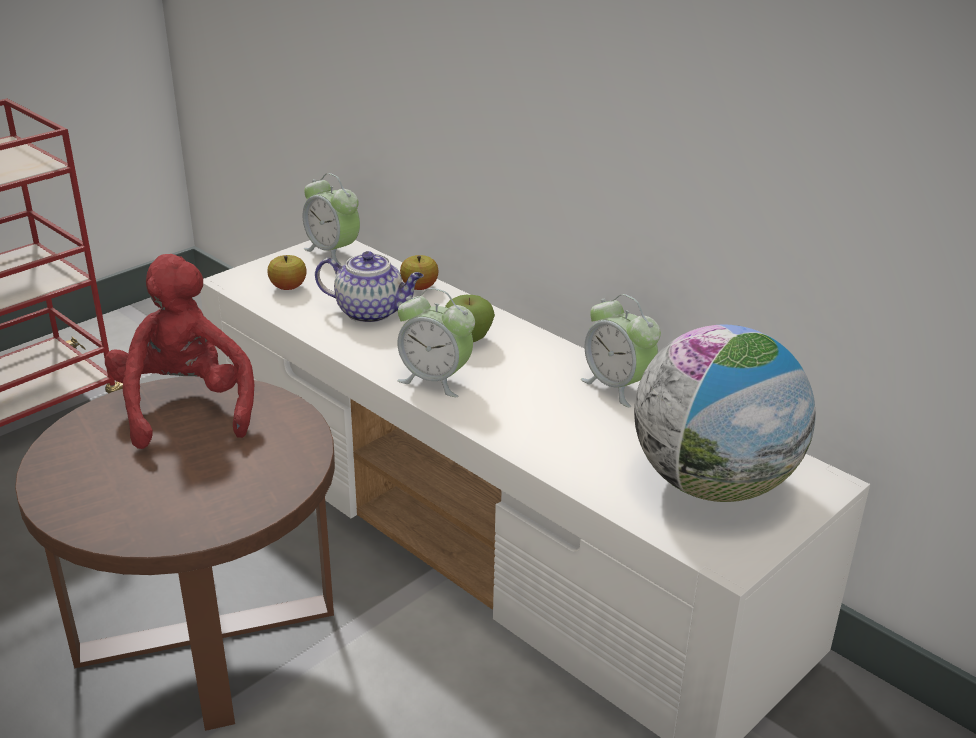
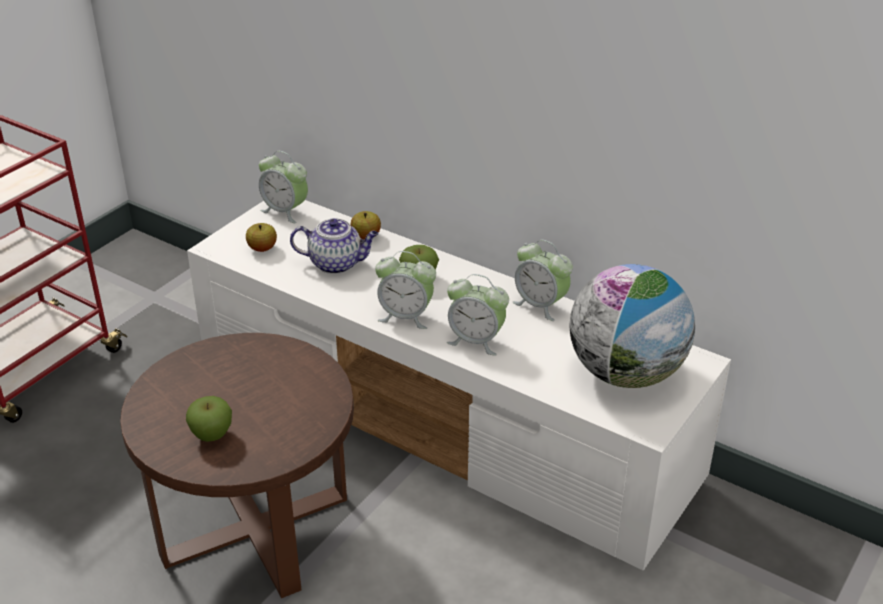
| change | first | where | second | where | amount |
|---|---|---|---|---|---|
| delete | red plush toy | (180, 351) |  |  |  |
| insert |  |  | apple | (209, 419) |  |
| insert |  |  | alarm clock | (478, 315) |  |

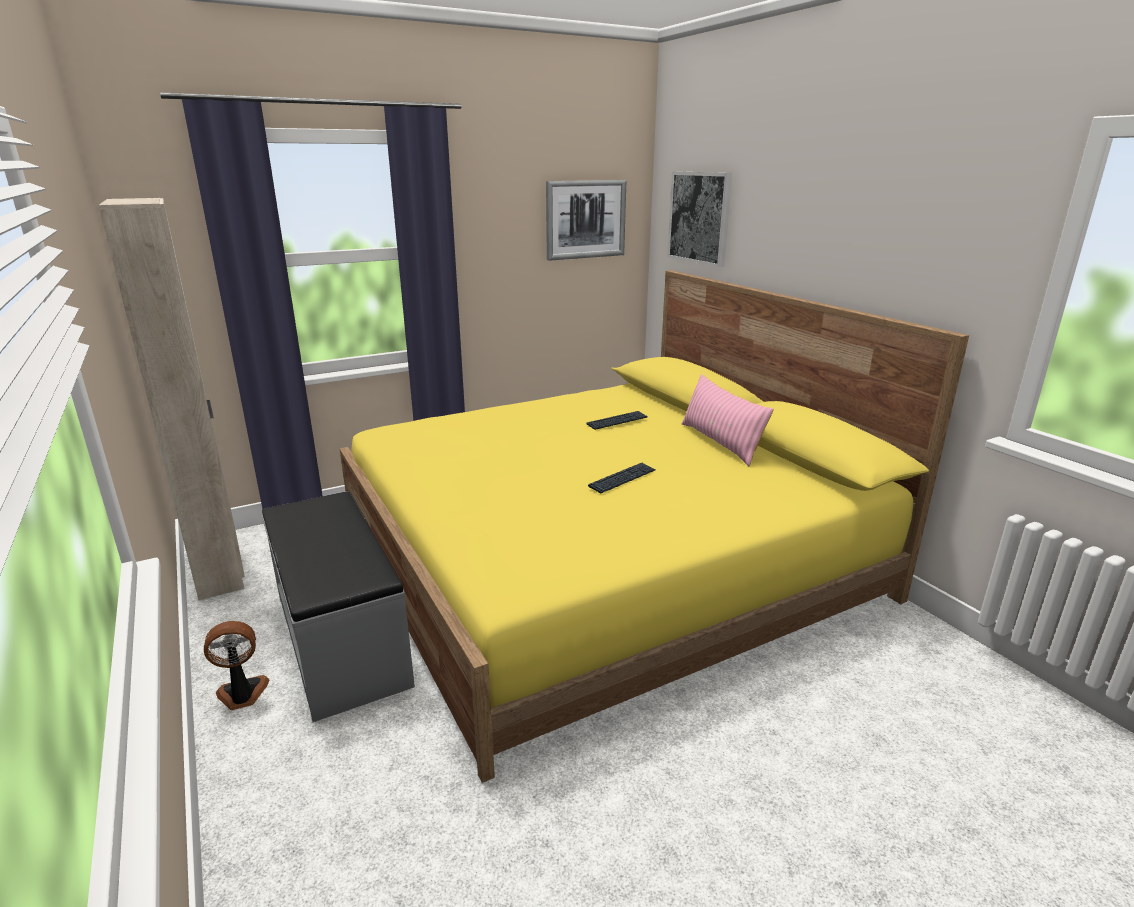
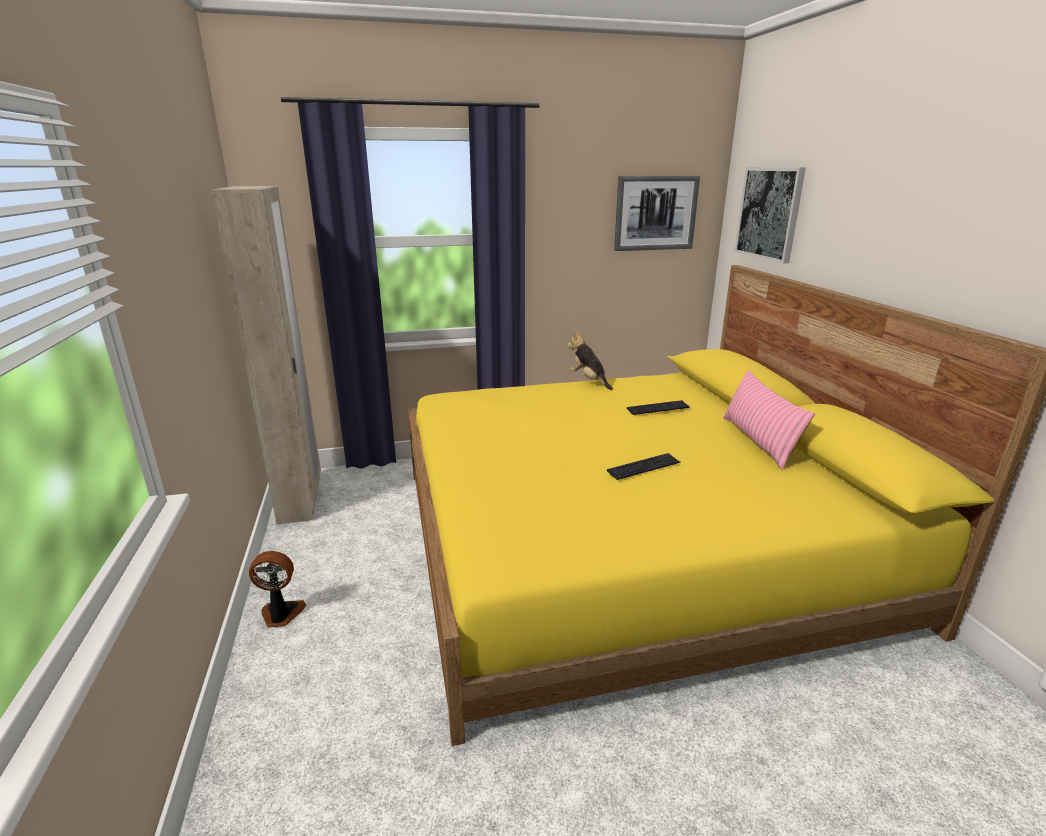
| change | first | where | second | where | amount |
|---|---|---|---|---|---|
| delete | grey bench | (338, 606) |  |  |  |
| insert |  |  | plush toy | (590, 360) |  |

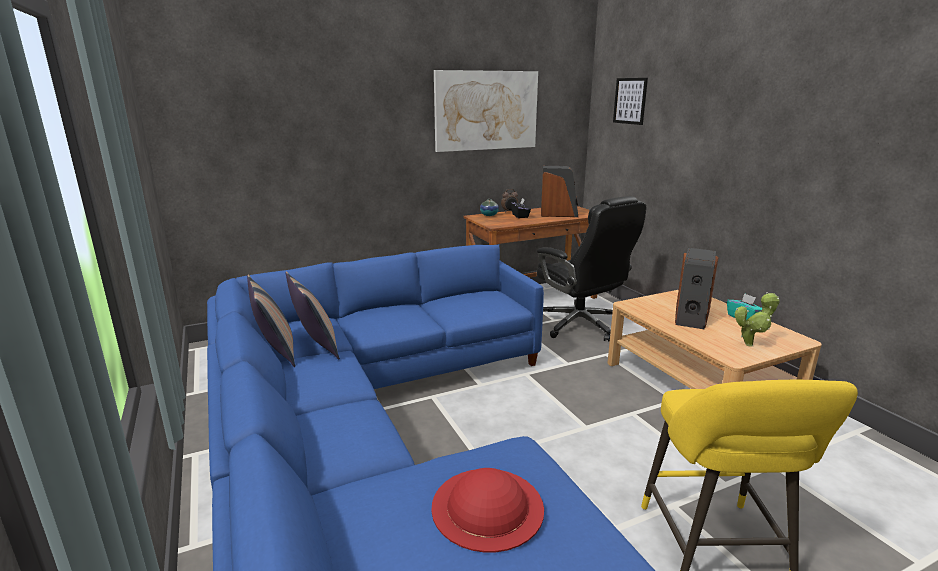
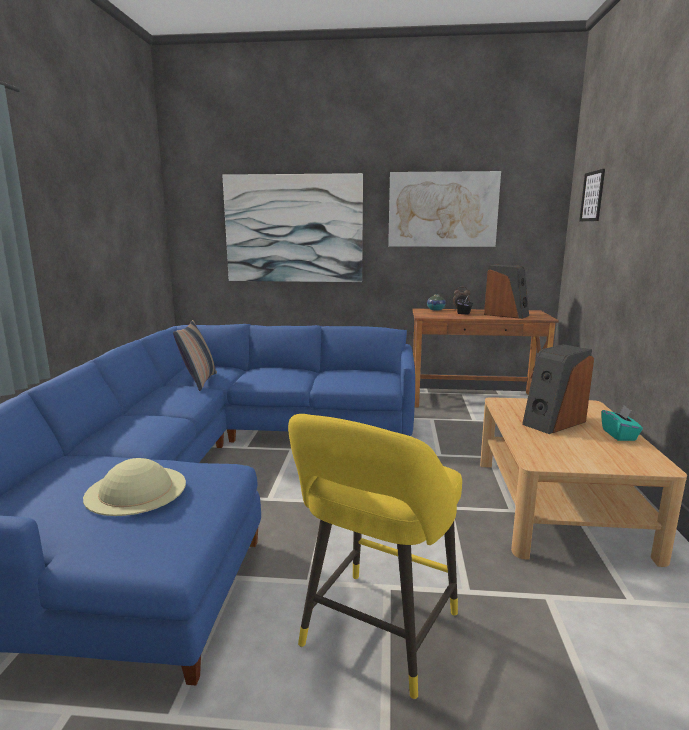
| change | first | where | second | where | amount |
|---|---|---|---|---|---|
| delete | pillow | (271, 321) |  |  |  |
| recolor | red hat | (487, 510) | beige hat | (134, 487) |  |
| delete | black office chair | (591, 269) |  |  |  |
| delete | potted plant | (757, 319) |  |  |  |
| insert |  |  | picture | (293, 227) |  |

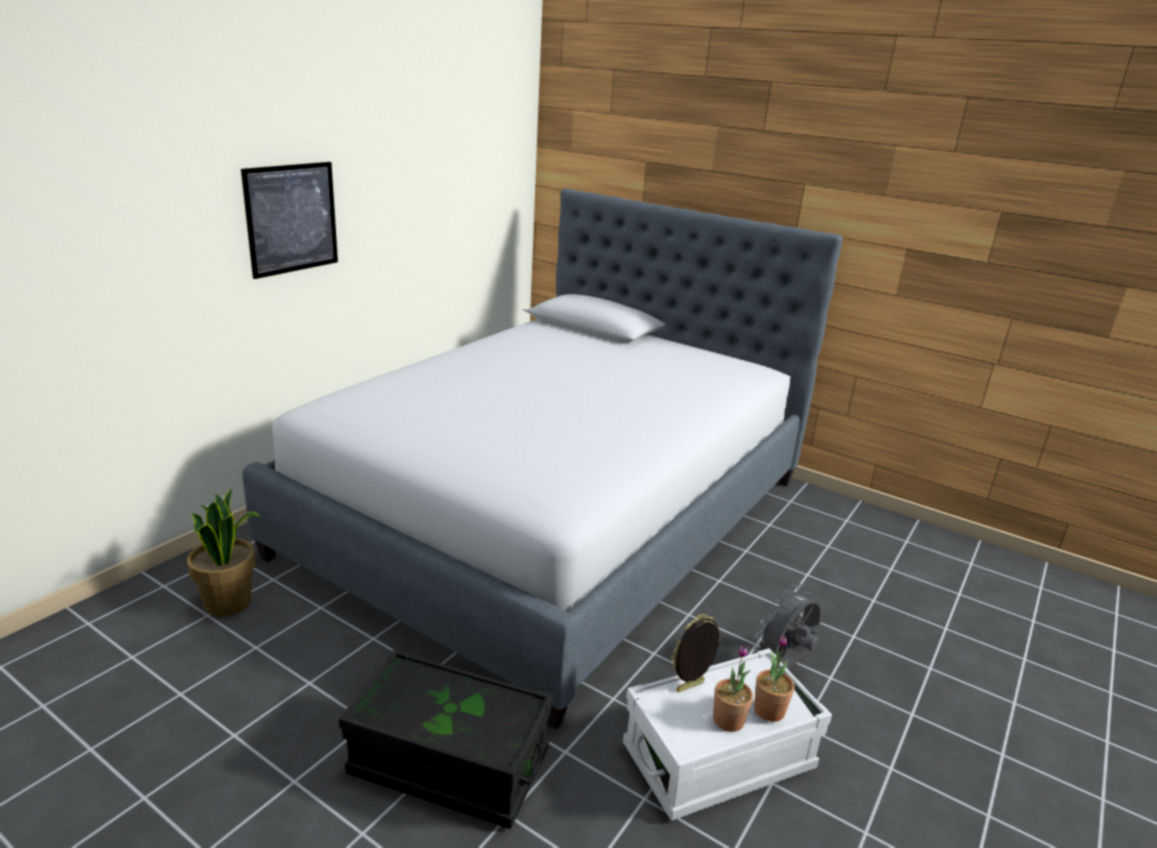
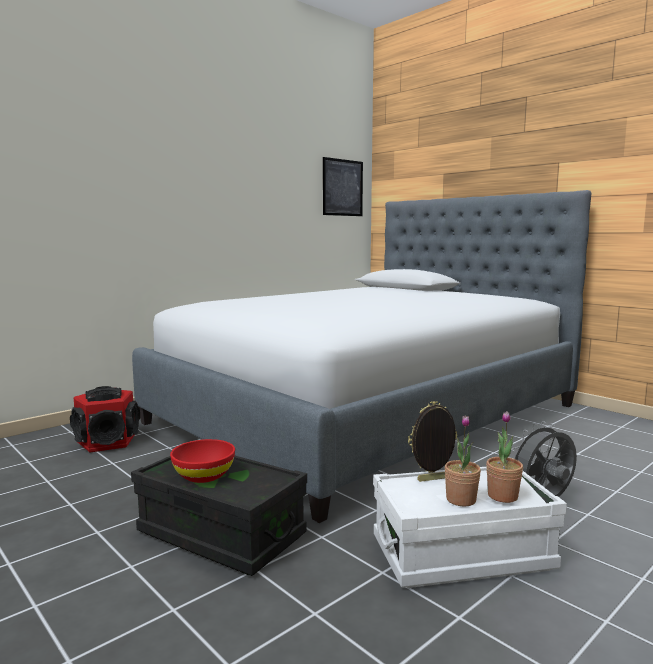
| change | first | where | second | where | amount |
|---|---|---|---|---|---|
| replace | potted plant | (224, 553) | speaker | (105, 419) |  |
| move | picture | (289, 220) |  | (343, 186) |  |
| insert |  |  | red bowl | (202, 461) |  |

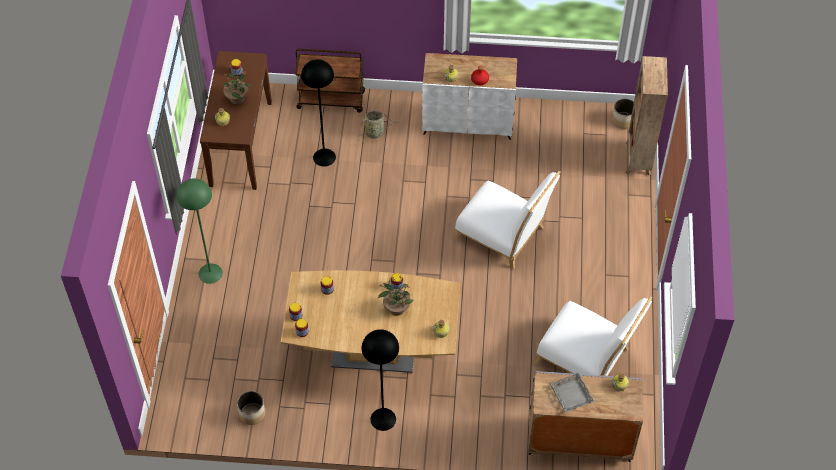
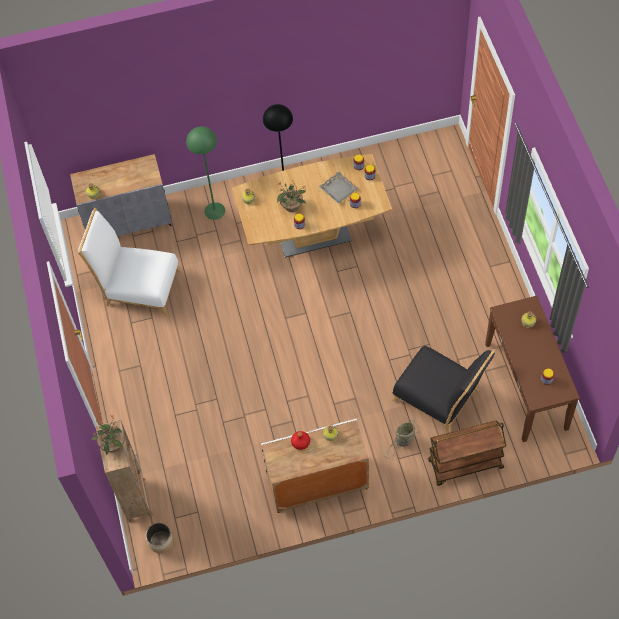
| change | first | where | second | where | amount |
|---|---|---|---|---|---|
| move | green floor lamp | (200, 231) |  | (205, 173) |  |
| move | potted plant | (237, 84) |  | (108, 435) |  |
| delete | planter | (251, 408) |  |  |  |
| replace | black floor lamp | (318, 113) | black chair | (443, 389) |  |
| delete | white chair | (507, 220) |  |  |  |
| move | grey tray | (572, 392) |  | (338, 187) |  |

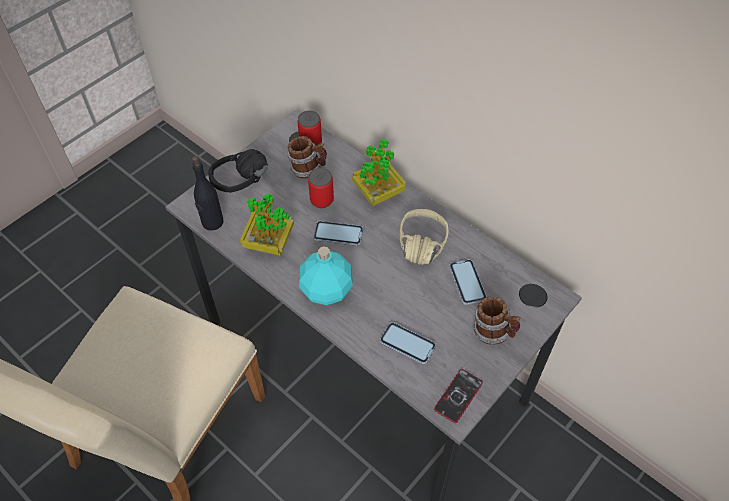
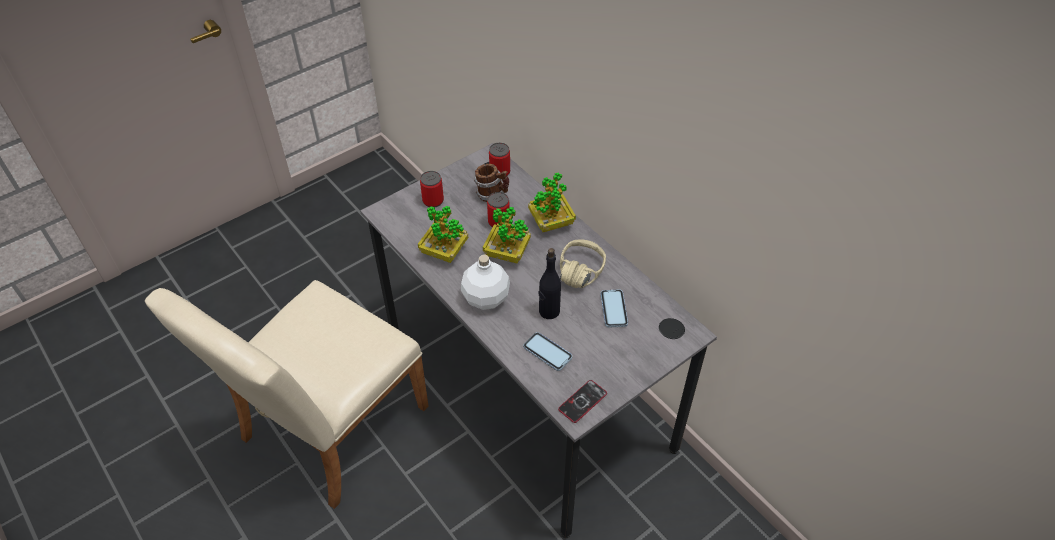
| change | first | where | second | where | amount |
|---|---|---|---|---|---|
| move | black bottle | (207, 193) |  | (549, 283) |  |
| replace | black headphones | (238, 171) | can | (432, 189) |  |
| recolor | turquoise bottle | (326, 275) | white bottle | (485, 282) |  |
| replace | phone | (338, 233) | potted plant | (507, 235) |  |
| delete | mug | (497, 320) |  |  |  |

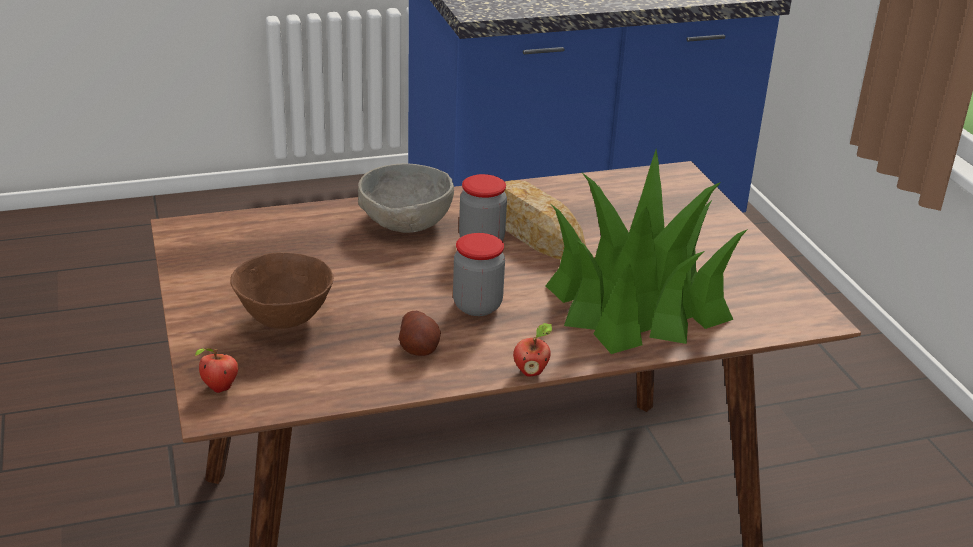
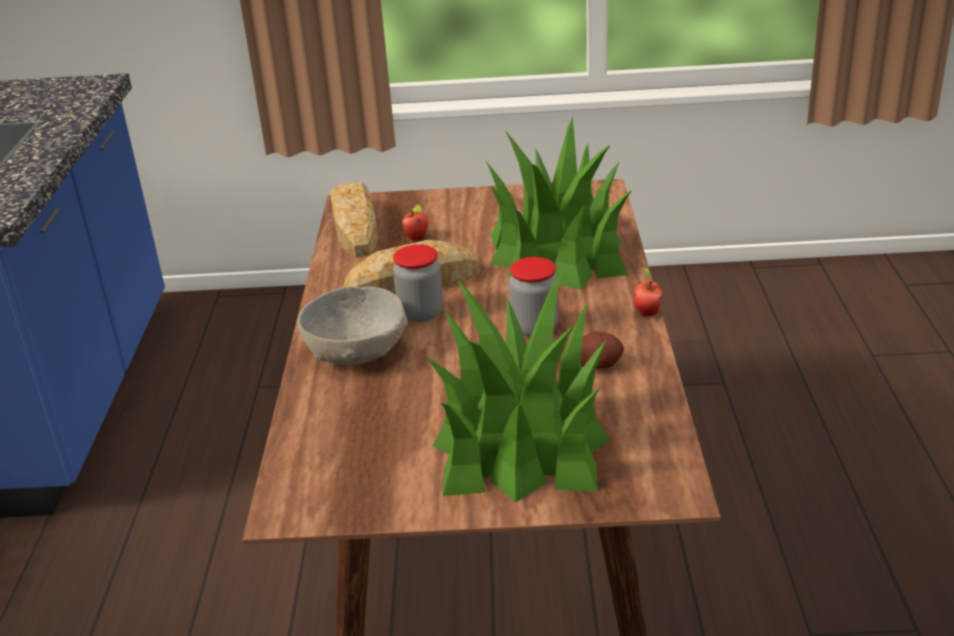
| change | first | where | second | where | amount |
|---|---|---|---|---|---|
| move | apple | (216, 370) |  | (415, 222) |  |
| replace | brown bowl | (282, 290) | potted plant | (518, 388) |  |
| insert |  |  | bread | (354, 219) |  |

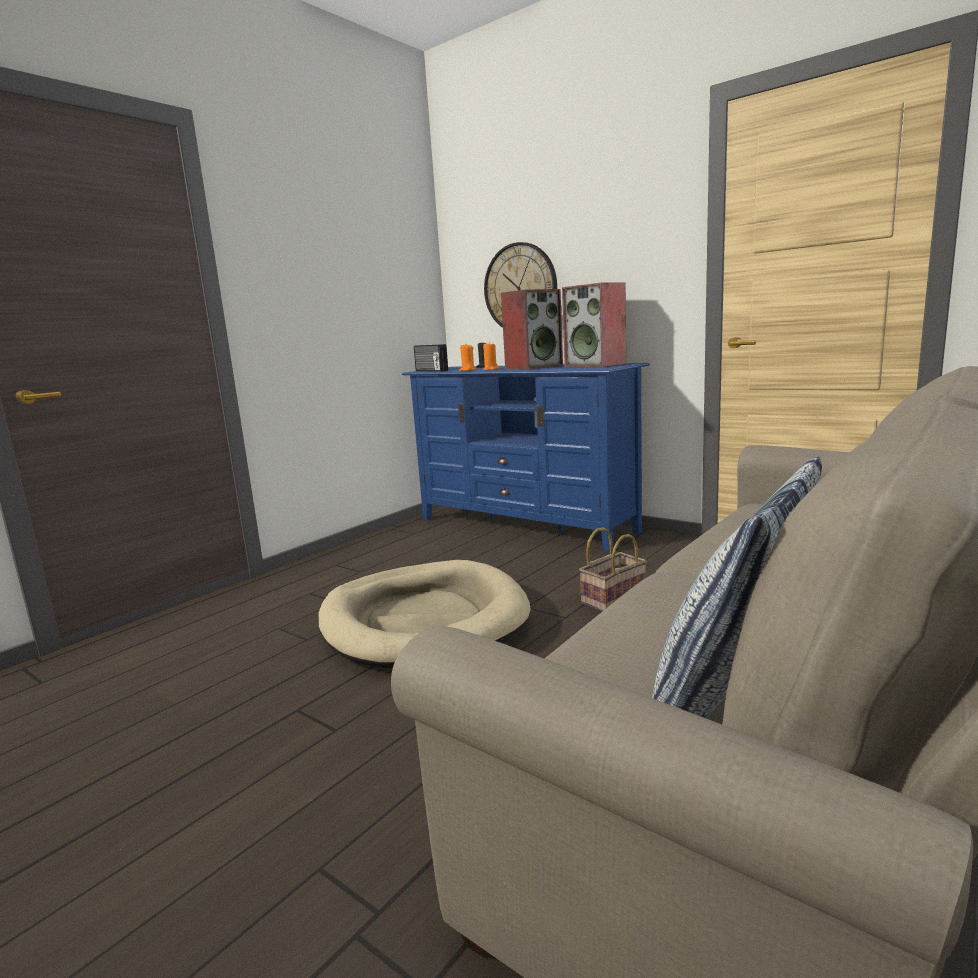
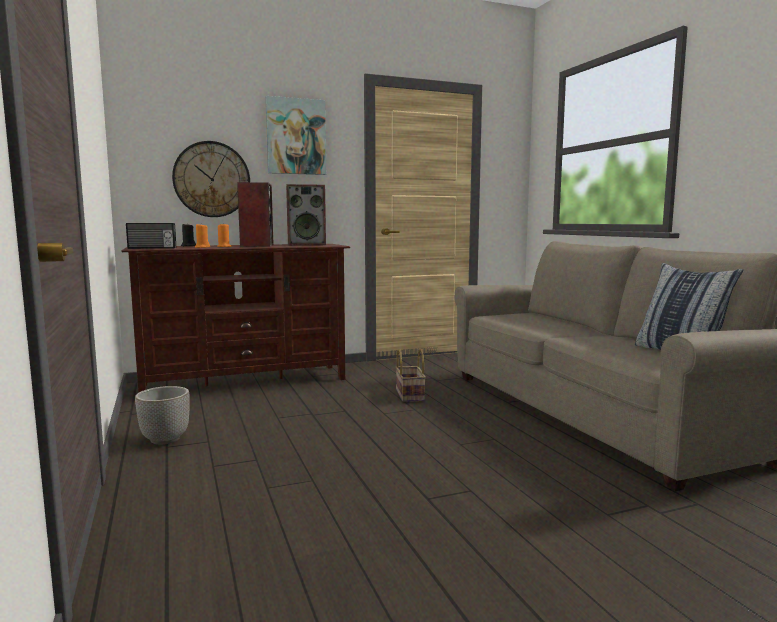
| change | first | where | second | where | amount |
|---|---|---|---|---|---|
| delete | beige dog bed | (424, 614) |  |  |  |
| recolor | blue tv stand | (526, 458) | brown tv stand | (235, 318) |  |
| insert |  |  | planter | (162, 415) |  |
| insert |  |  | picture | (296, 135) |  |

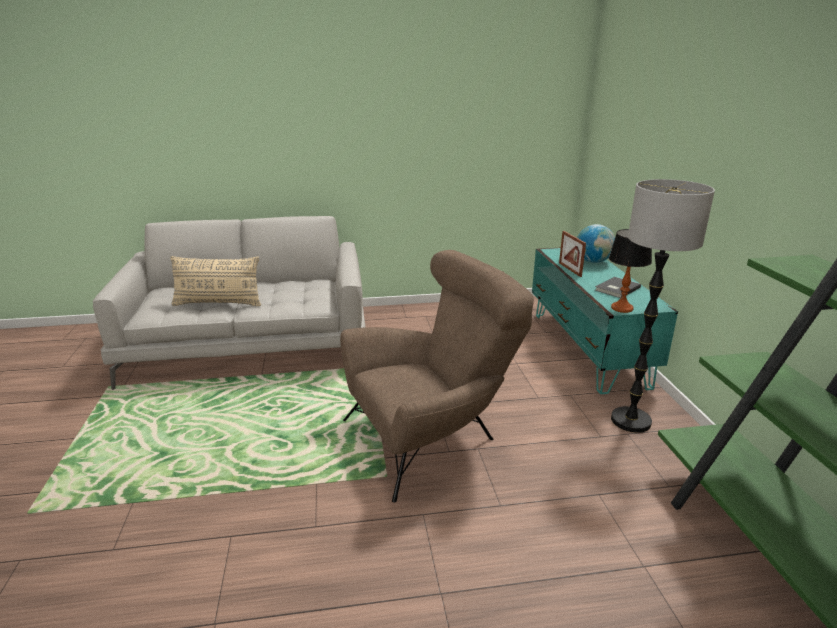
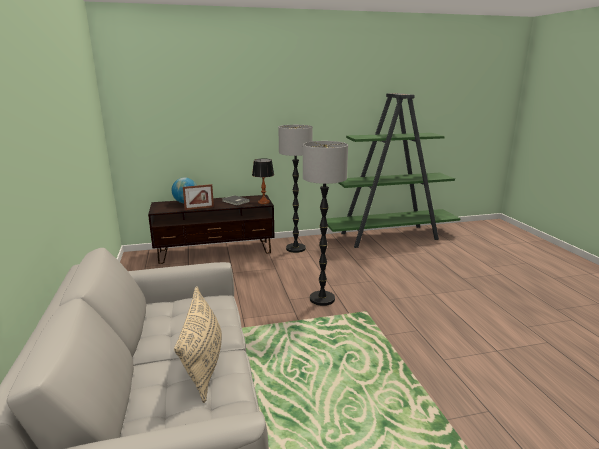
| change | first | where | second | where | amount |
|---|---|---|---|---|---|
| replace | brown armchair | (437, 376) | floor lamp | (325, 223) |  |
| recolor | turquoise tv stand | (605, 321) | brown tv stand | (211, 229) |  |

